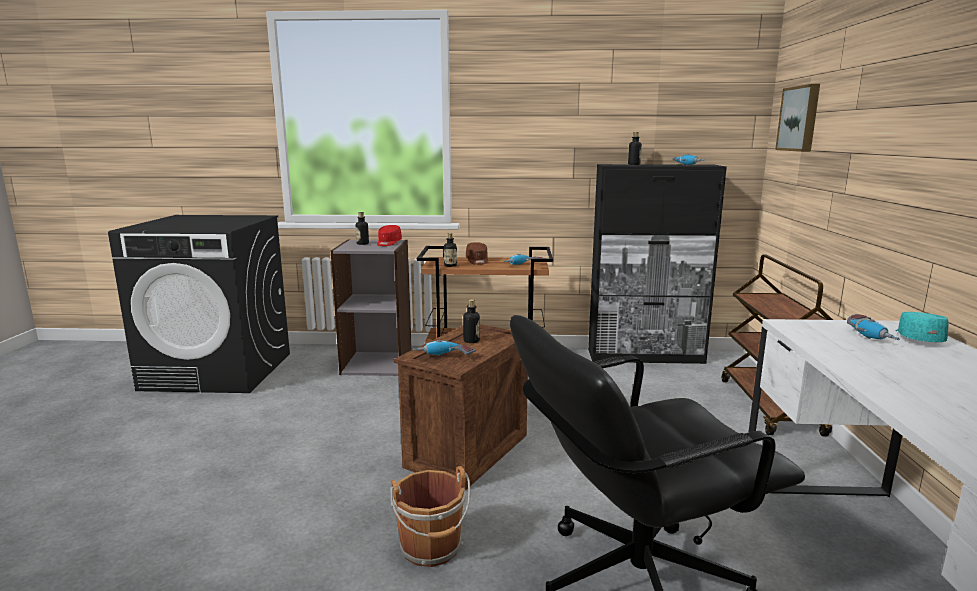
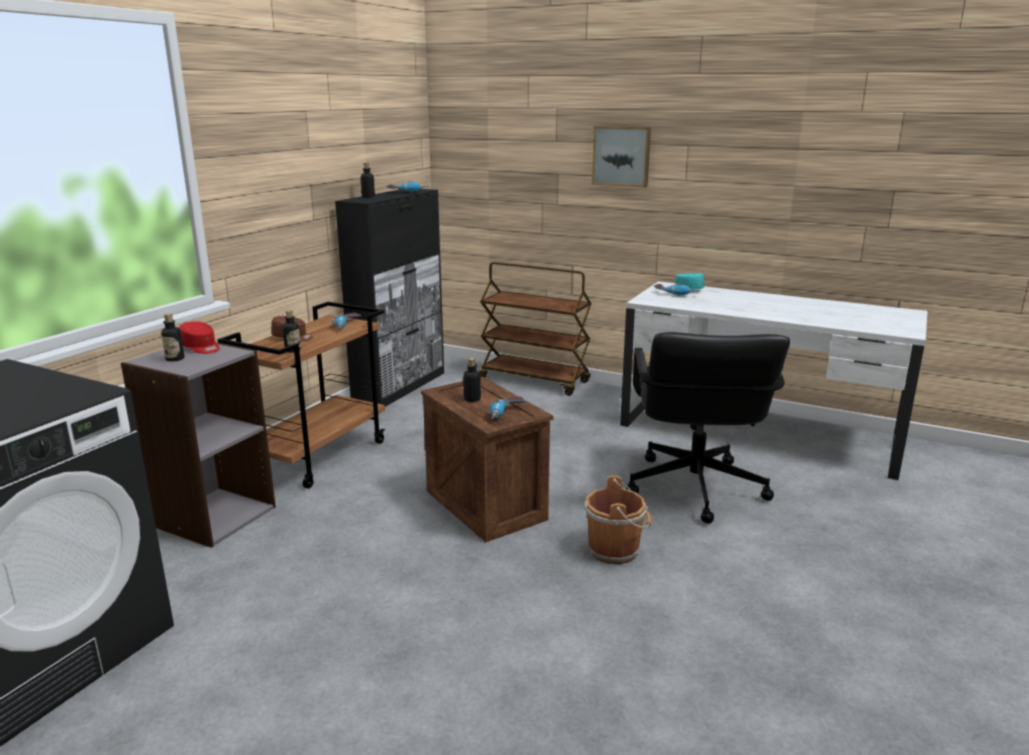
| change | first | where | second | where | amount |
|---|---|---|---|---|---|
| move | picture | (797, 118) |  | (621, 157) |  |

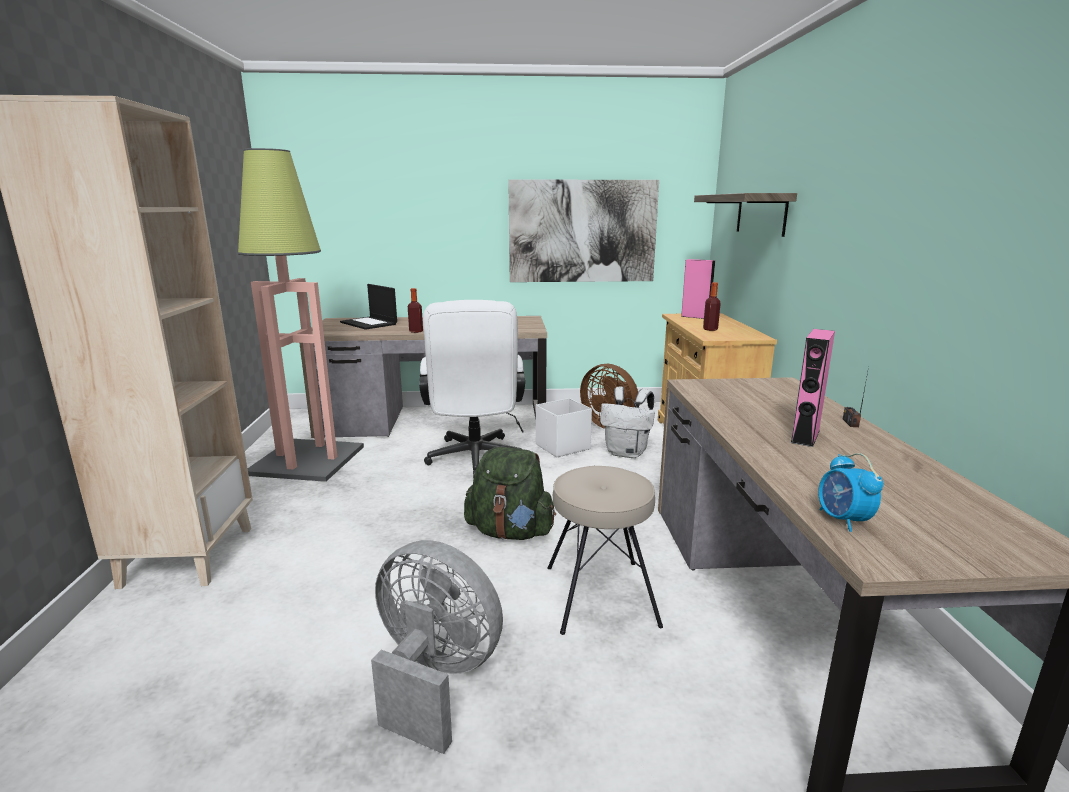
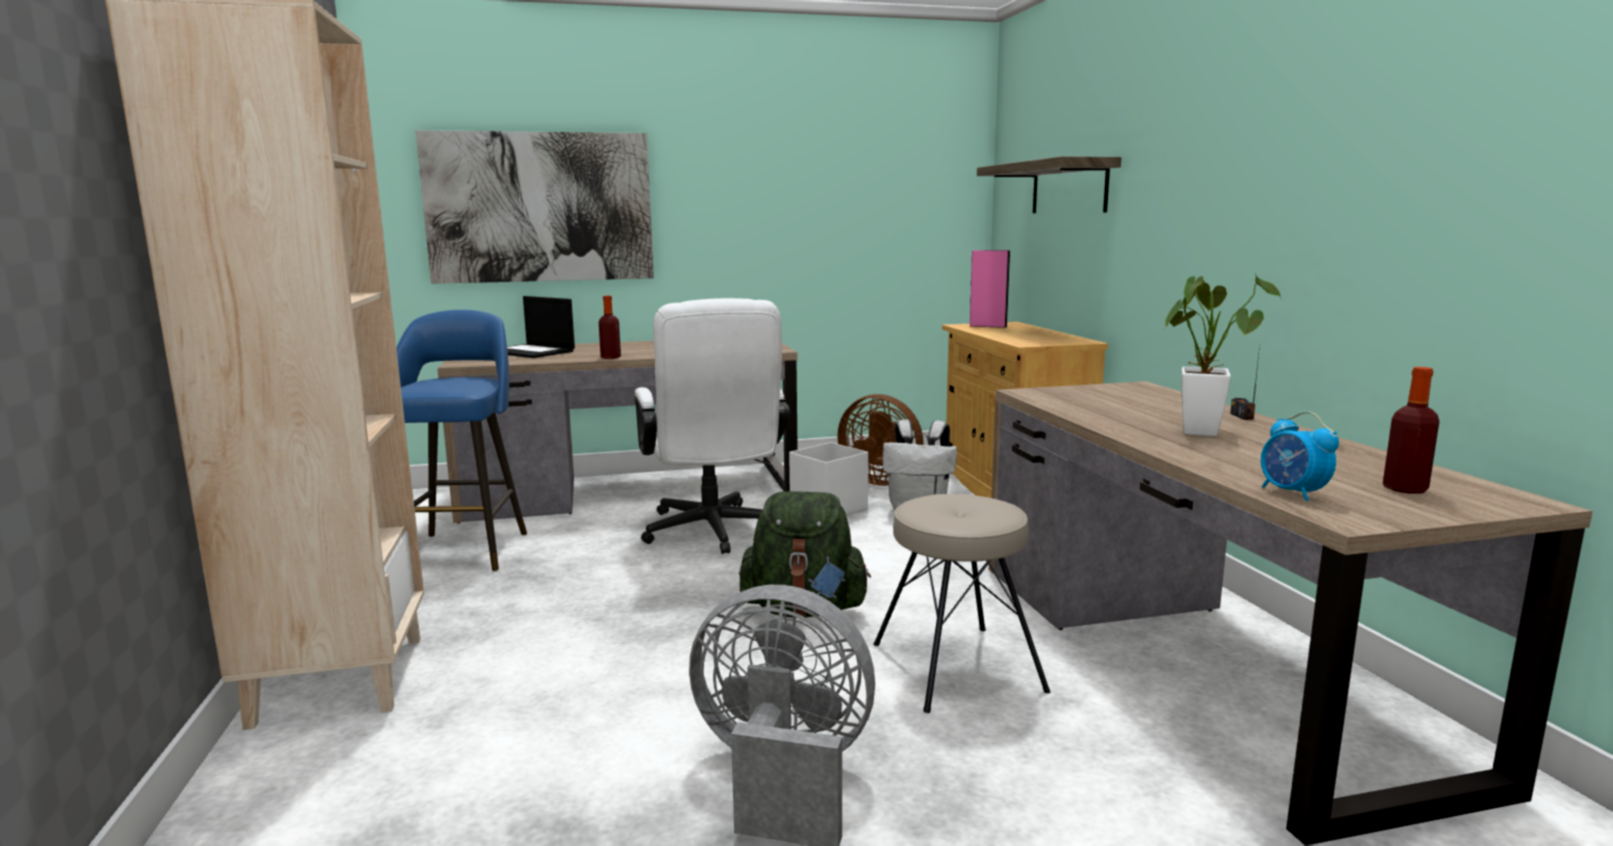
| change | first | where | second | where | amount |
|---|---|---|---|---|---|
| replace | floor lamp | (301, 315) | blue stool | (461, 440) |  |
| move | picture | (583, 230) |  | (534, 207) |  |
| move | bottle | (712, 306) |  | (1411, 430) |  |
| replace | pink speaker | (812, 388) | potted plant | (1222, 355) |  |

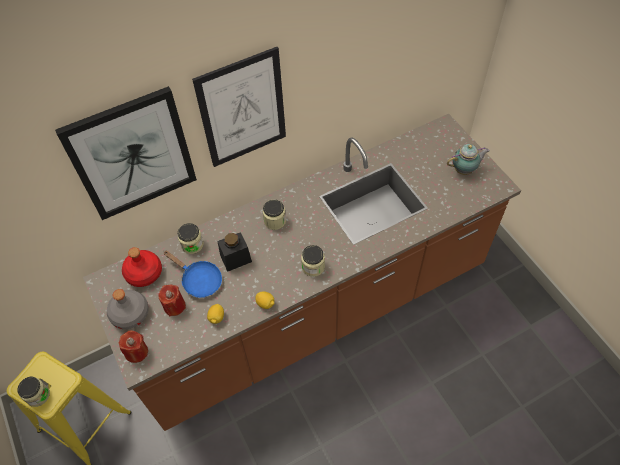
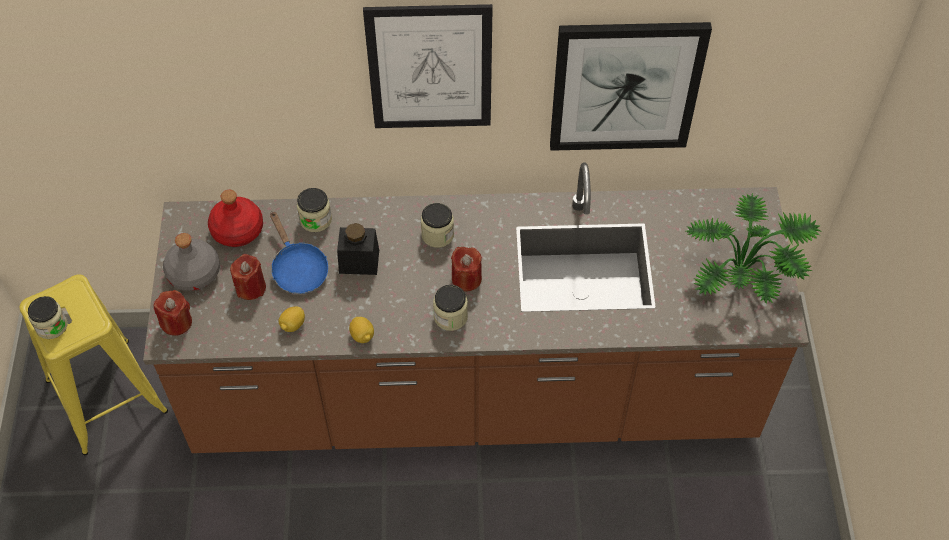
| change | first | where | second | where | amount |
|---|---|---|---|---|---|
| move | picture | (126, 153) |  | (631, 86) |  |
| replace | teapot | (468, 159) | potted plant | (753, 248) |  |
| insert |  |  | red candle | (466, 269) |  |

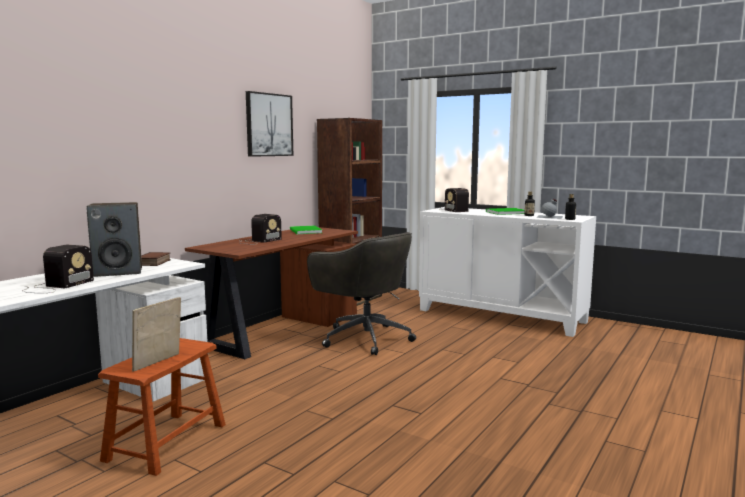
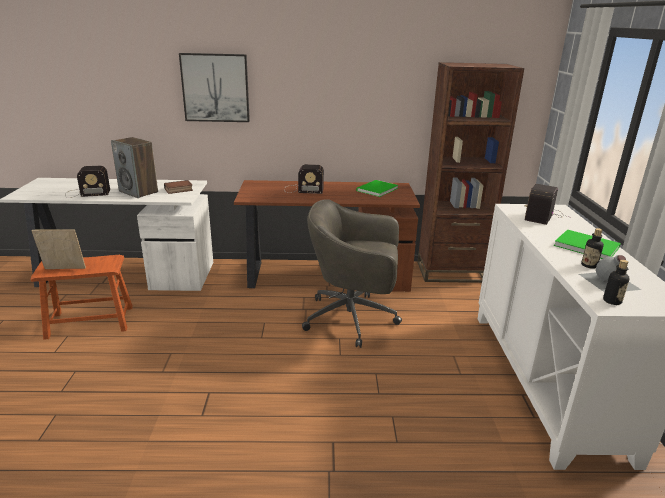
| change | first | where | second | where | amount |
|---|---|---|---|---|---|
| move | picture | (269, 124) |  | (214, 87) |  |
| rotate | grey office chair | (361, 293) |  | (352, 273) | 90 degrees clockwise |

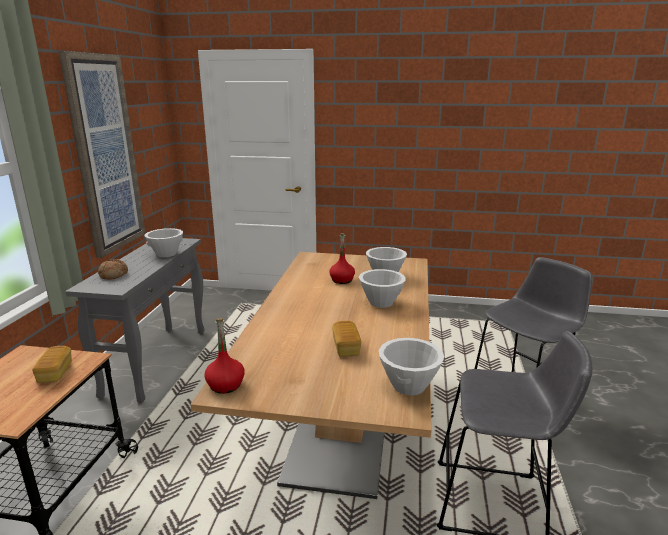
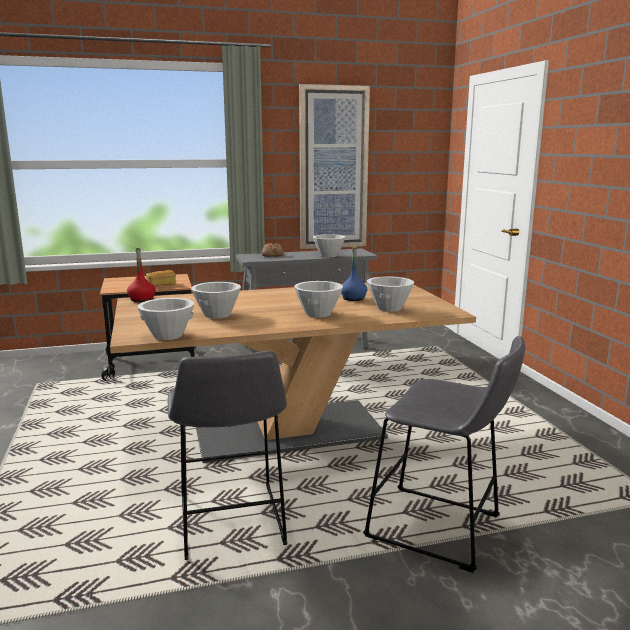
| change | first | where | second | where | amount |
|---|---|---|---|---|---|
| recolor | red bottle | (342, 258) | blue bottle | (354, 274) |  |
| replace | bread | (346, 339) | white bowl | (216, 300) |  |

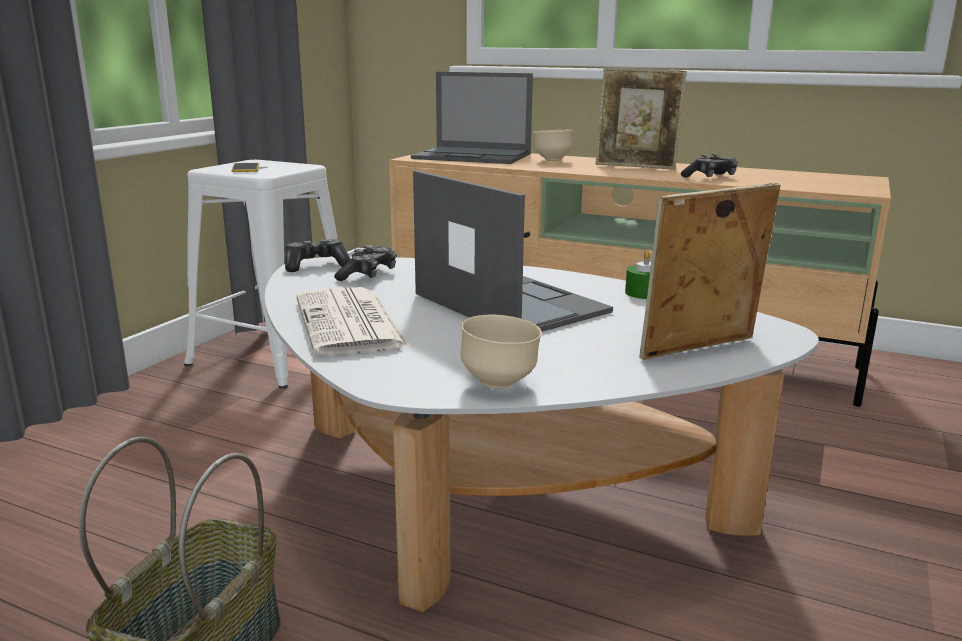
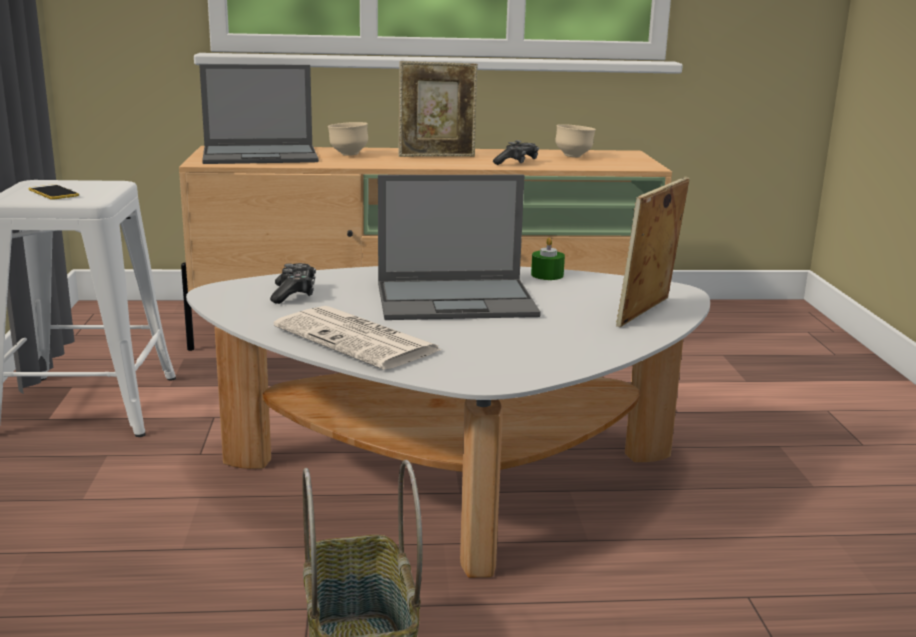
| change | first | where | second | where | amount |
|---|---|---|---|---|---|
| delete | game controller | (318, 255) |  |  |  |
| rotate | laptop | (513, 251) |  | (459, 247) | 150 degrees clockwise |
| move | beige bowl | (501, 352) |  | (575, 140) |  |

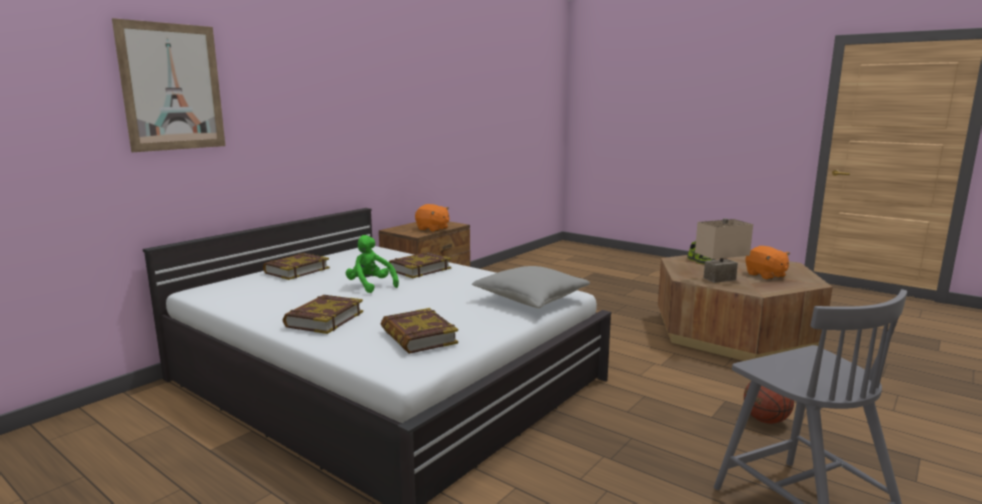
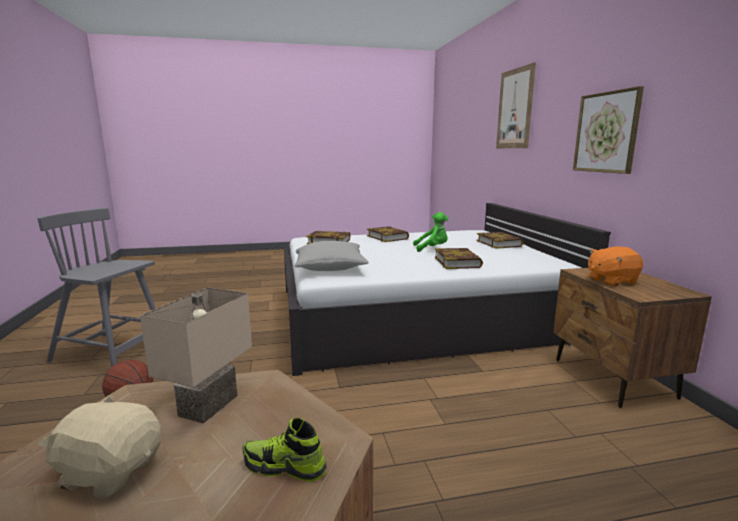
| change | first | where | second | where | amount |
|---|---|---|---|---|---|
| recolor | orange plush toy | (767, 263) | beige plush toy | (100, 446) |  |
| insert |  |  | picture | (608, 130) |  |

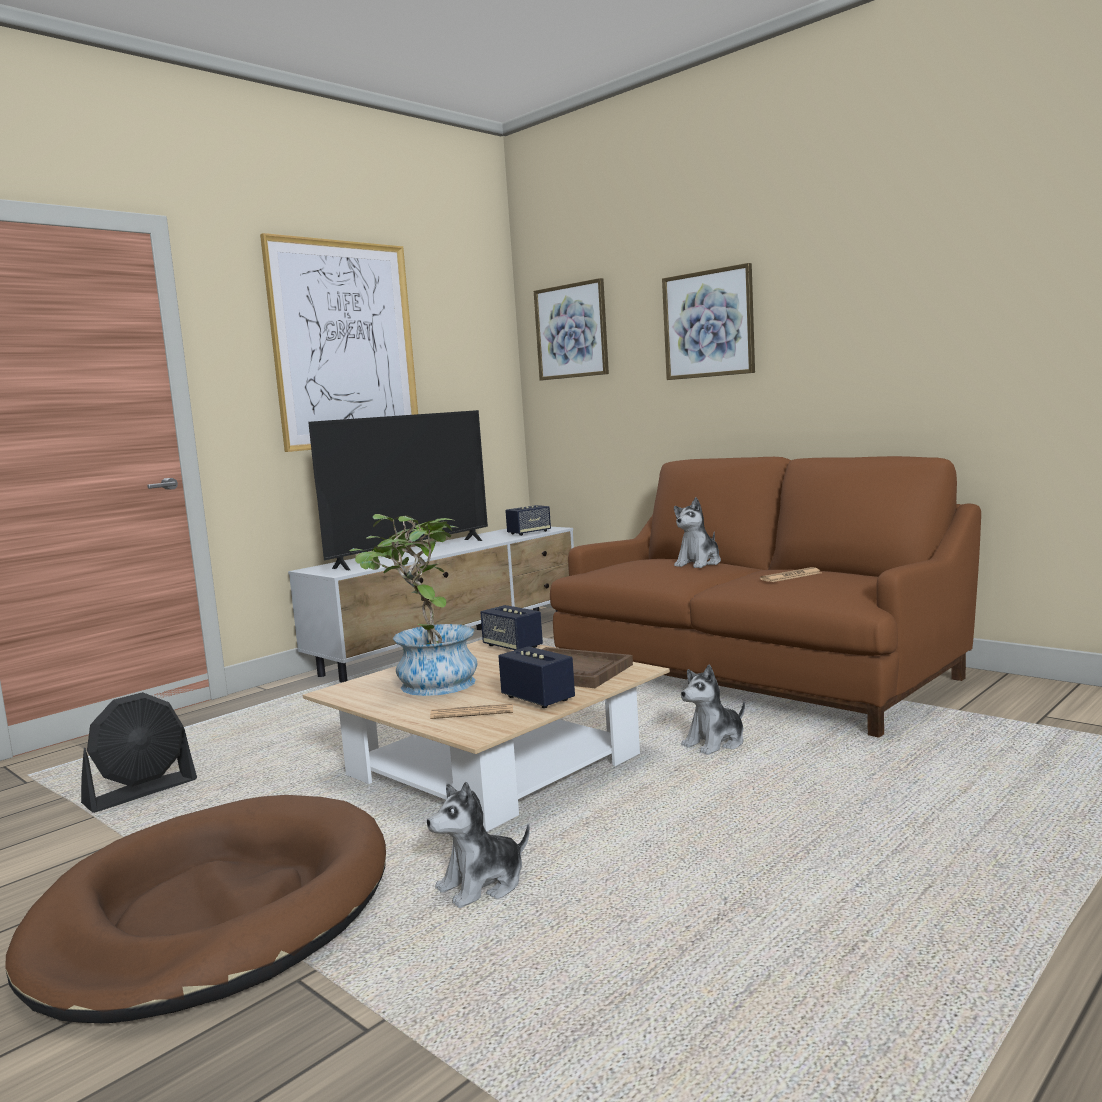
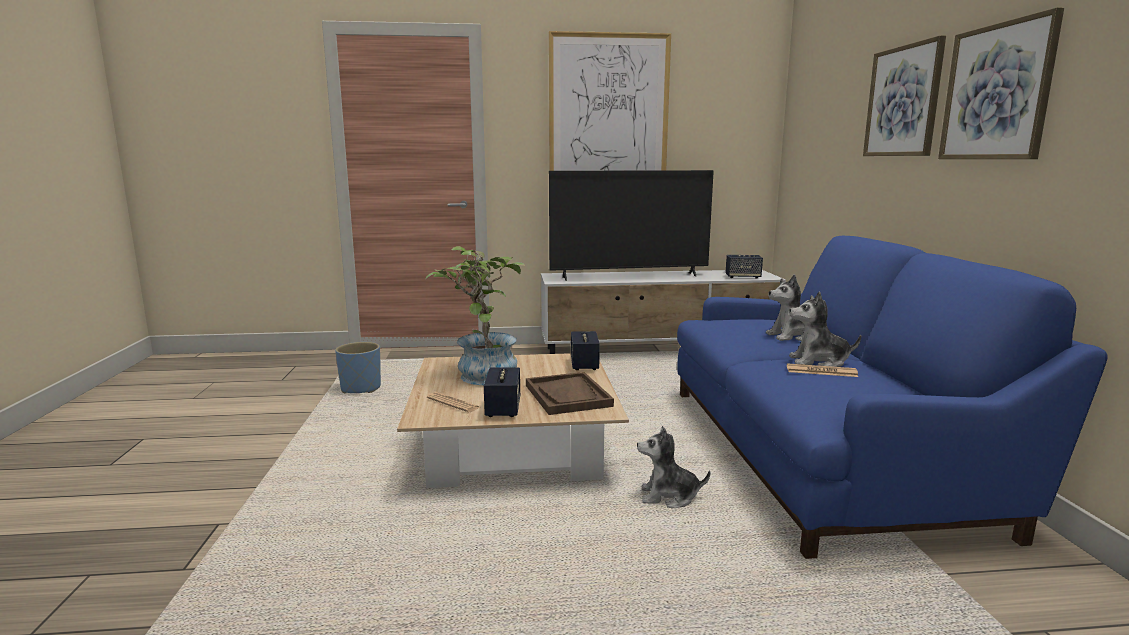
| change | first | where | second | where | amount |
|---|---|---|---|---|---|
| delete | brown dog bed | (195, 909) |  |  |  |
| replace | black fan | (139, 752) | blue planter | (358, 367) |  |
| move | plush toy | (478, 845) |  | (825, 329) |  |
| move | picture | (571, 329) |  | (1001, 83) |  |
| recolor | brown sofa | (765, 597) | blue sofa | (892, 397) |  |

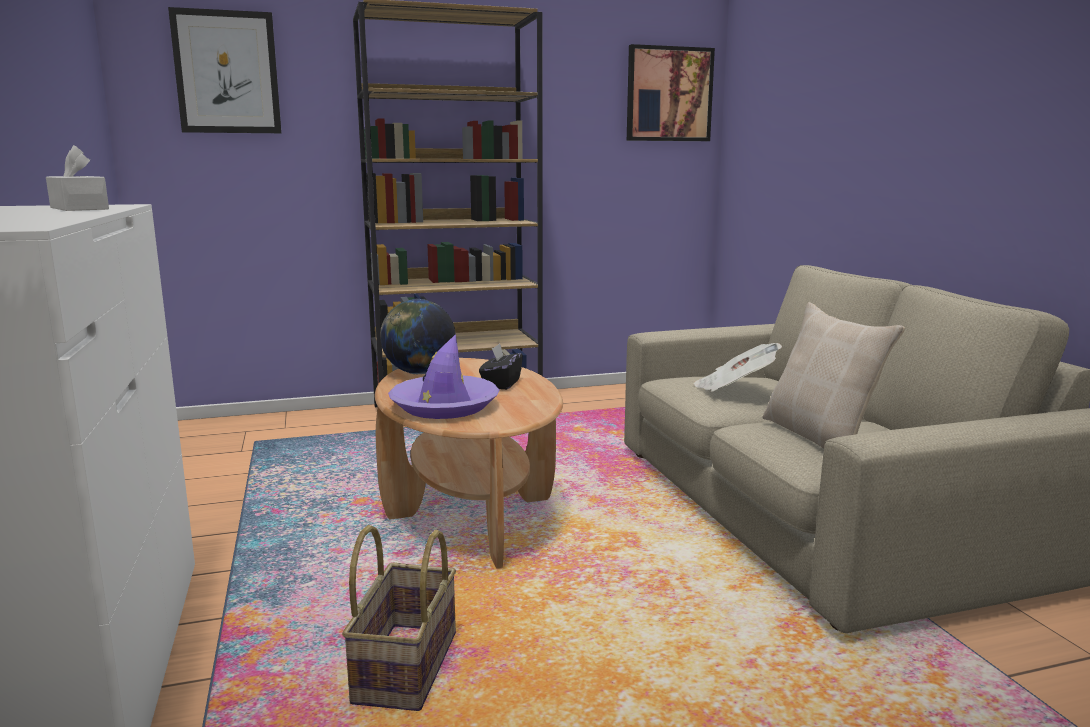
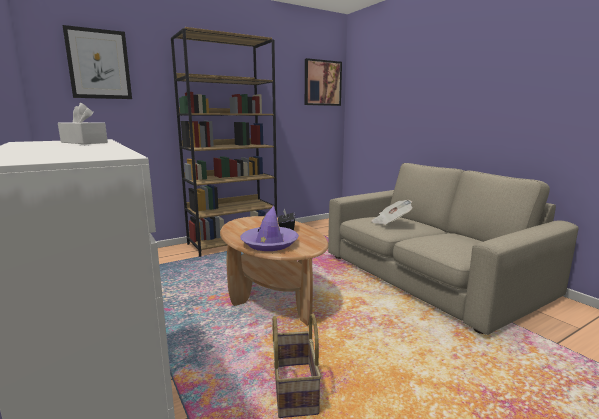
| change | first | where | second | where | amount |
|---|---|---|---|---|---|
| delete | globe | (418, 336) |  |  |  |
| delete | beige pillow | (833, 375) |  |  |  |

